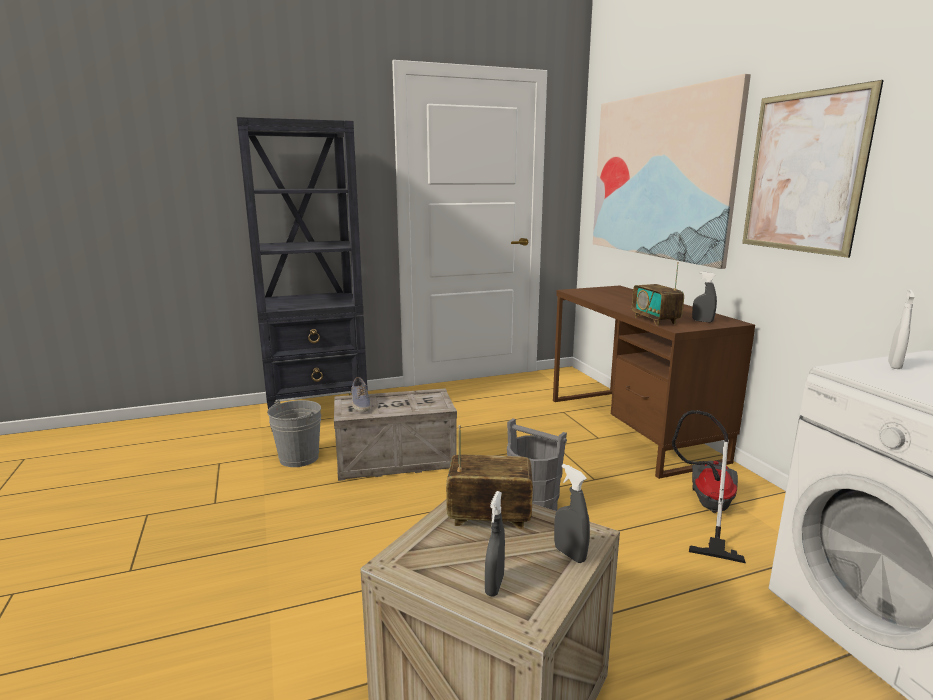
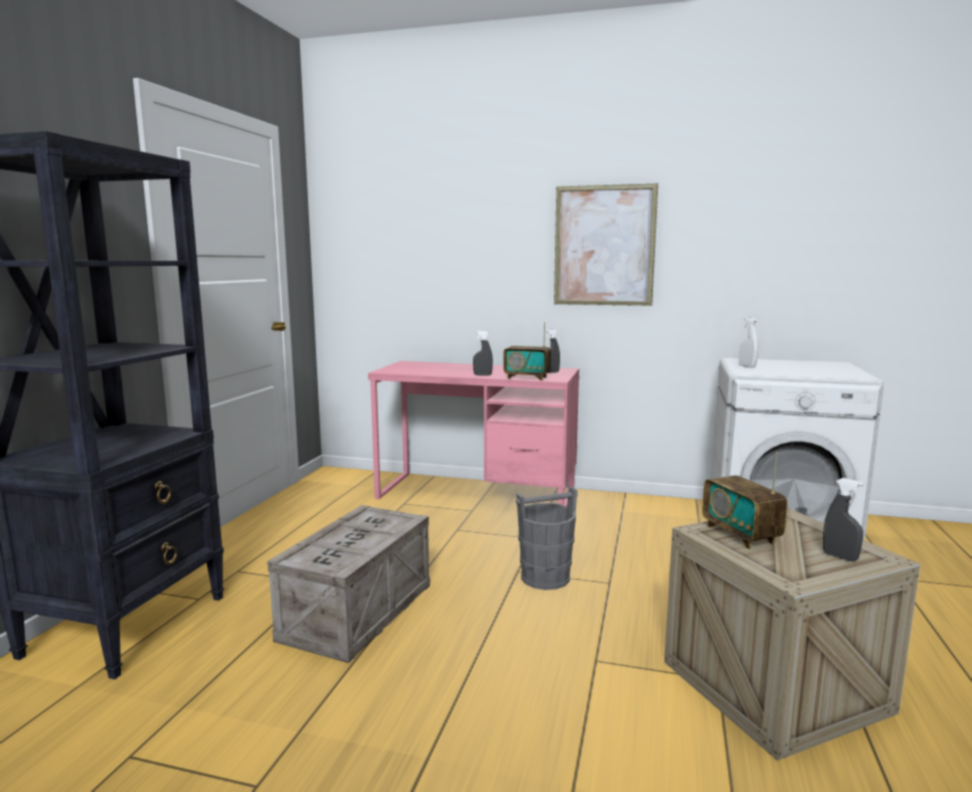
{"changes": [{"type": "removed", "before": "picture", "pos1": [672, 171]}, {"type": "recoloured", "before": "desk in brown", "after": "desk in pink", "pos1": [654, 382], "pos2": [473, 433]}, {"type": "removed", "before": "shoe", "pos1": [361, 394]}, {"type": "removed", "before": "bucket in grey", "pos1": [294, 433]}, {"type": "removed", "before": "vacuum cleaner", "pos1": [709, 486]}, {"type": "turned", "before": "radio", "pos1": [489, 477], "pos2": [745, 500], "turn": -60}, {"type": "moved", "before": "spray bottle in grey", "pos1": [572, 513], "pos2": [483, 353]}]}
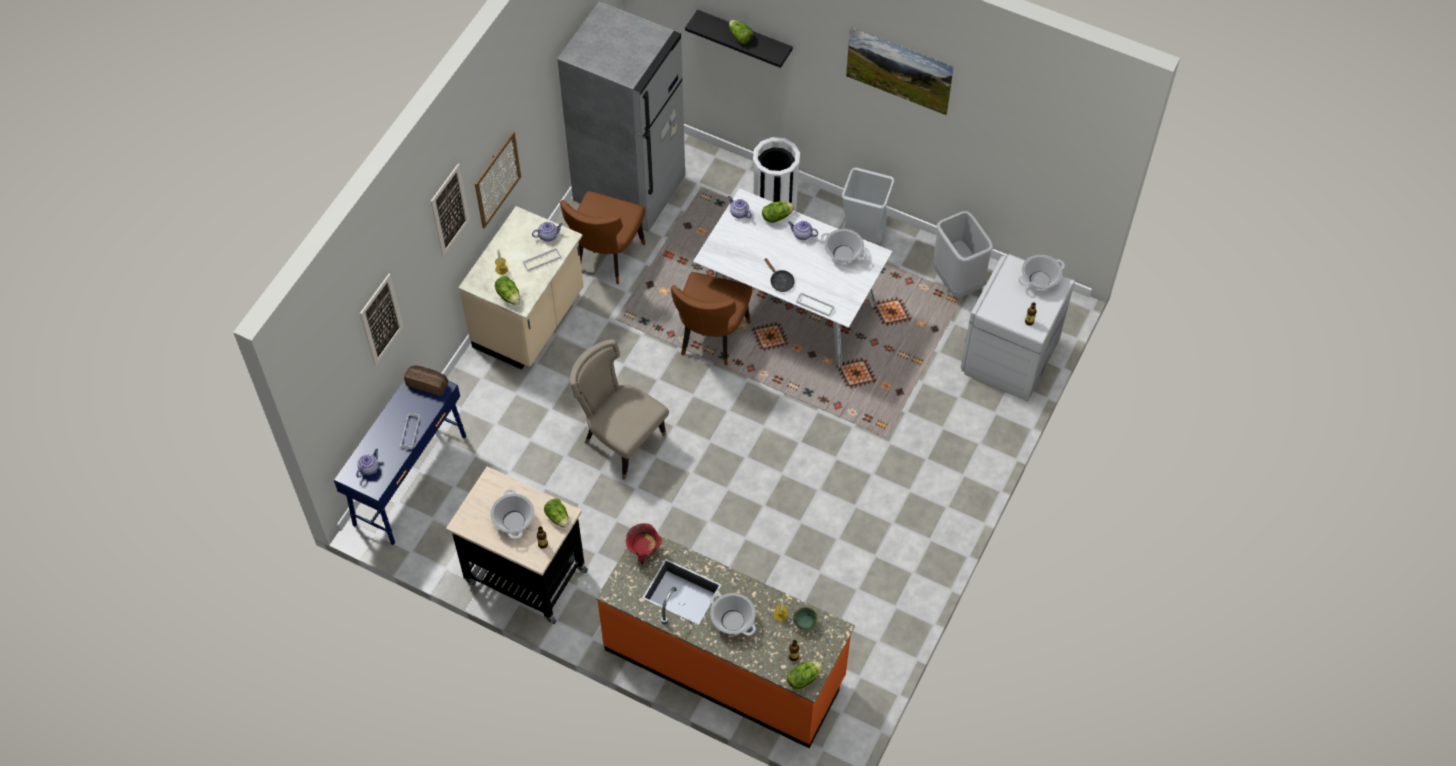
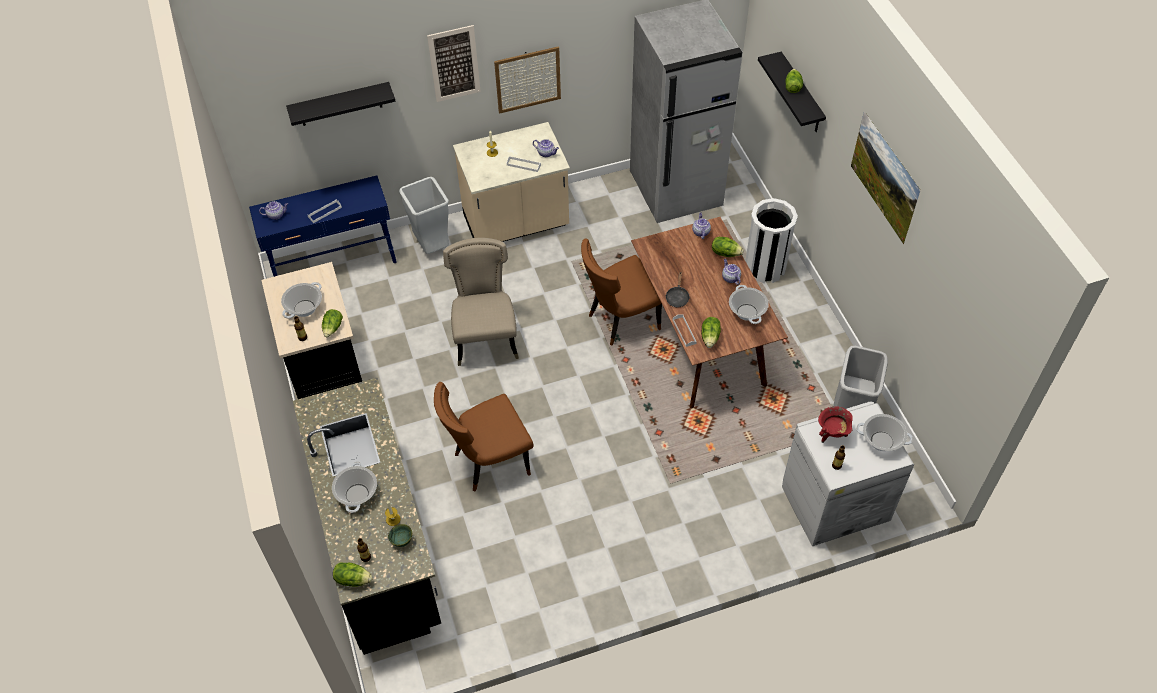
{"changes": [{"type": "moved", "before": "trash can in grey", "pos1": [868, 205], "pos2": [424, 215]}, {"type": "recoloured", "before": "dining table in white", "after": "dining table in brown", "pos1": [792, 278], "pos2": [709, 312]}, {"type": "moved", "before": "chair in brown", "pos1": [603, 237], "pos2": [484, 437]}, {"type": "replaced", "before": "picture", "after": "shelf in black", "pos1": [382, 320], "pos2": [340, 104]}, {"type": "moved", "before": "lettuce", "pos1": [507, 290], "pos2": [711, 332]}, {"type": "removed", "before": "bread", "pos1": [426, 380]}, {"type": "moved", "before": "cooking pot in red", "pos1": [644, 544], "pos2": [835, 424]}, {"type": "recoloured", "before": "counter in orange", "after": "counter in black", "pos1": [725, 641], "pos2": [367, 516]}]}
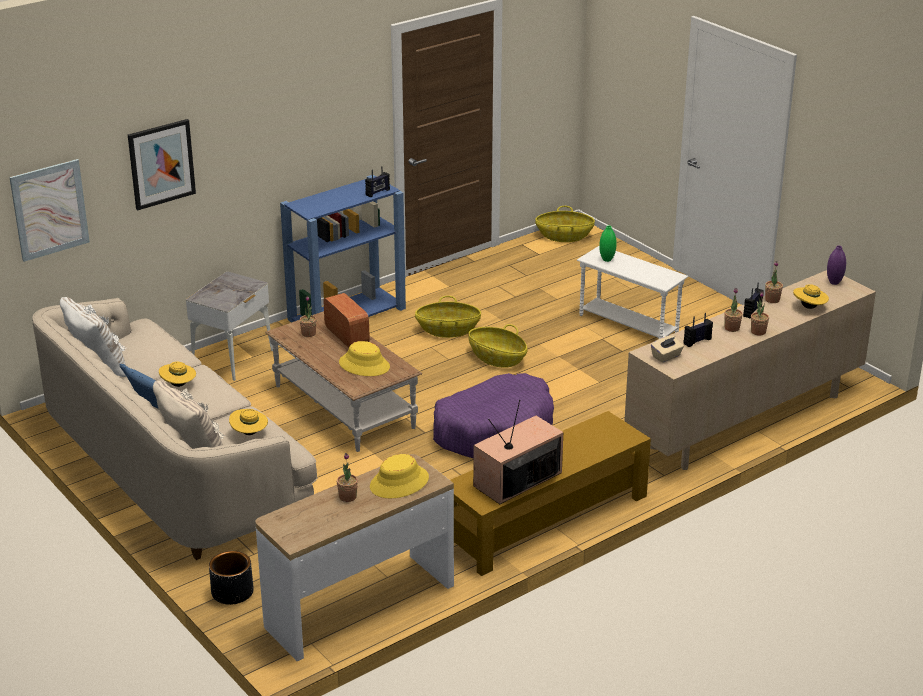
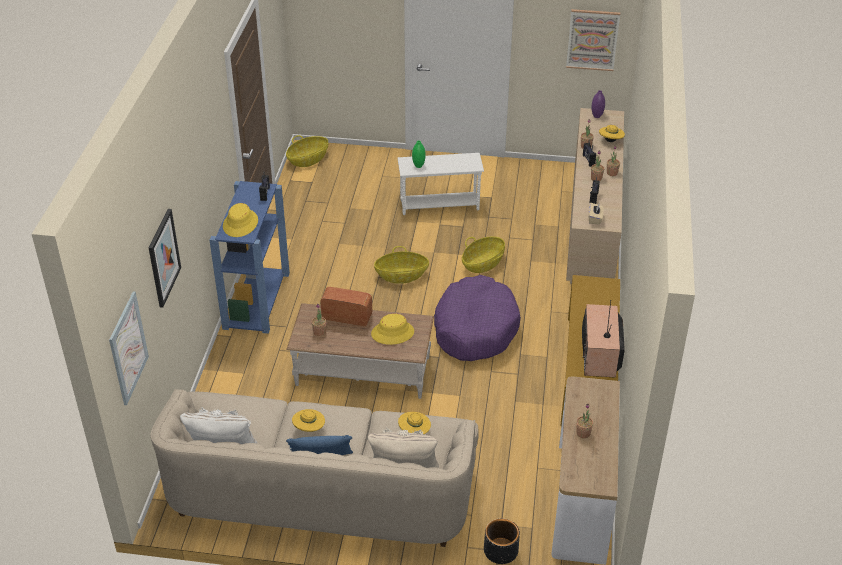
{"changes": [{"type": "removed", "before": "side table", "pos1": [229, 326]}, {"type": "moved", "before": "basket", "pos1": [448, 317], "pos2": [483, 255]}, {"type": "moved", "before": "hat in yellow", "pos1": [399, 476], "pos2": [240, 220]}, {"type": "added", "after": "picture", "pos2": [593, 40]}]}
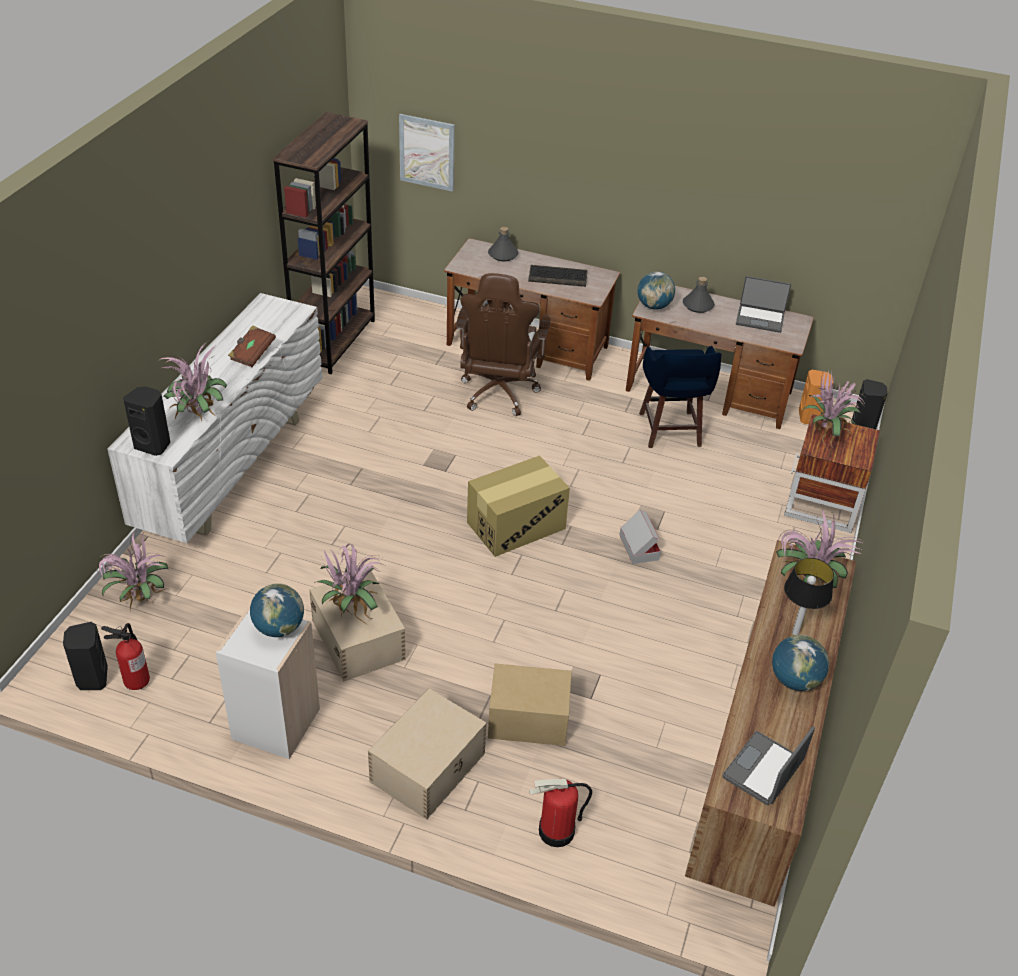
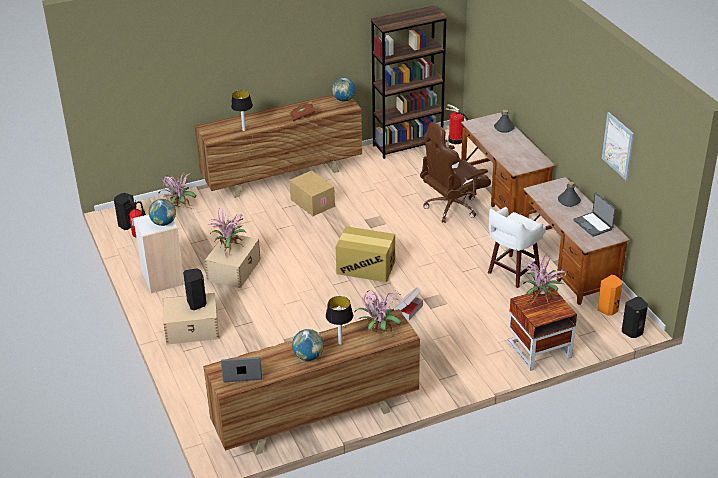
{"changes": [{"type": "moved", "before": "picture", "pos1": [427, 153], "pos2": [618, 146]}, {"type": "removed", "before": "keyboard", "pos1": [558, 276]}, {"type": "moved", "before": "globe", "pos1": [656, 290], "pos2": [344, 89]}, {"type": "recoloured", "before": "cabinet in white", "after": "cabinet in brown", "pos1": [214, 418], "pos2": [278, 146]}, {"type": "replaced", "before": "potted plant", "after": "table lamp", "pos1": [192, 381], "pos2": [242, 110]}, {"type": "recoloured", "before": "stool in blue", "after": "stool in white", "pos1": [680, 397], "pos2": [517, 247]}, {"type": "moved", "before": "speaker in black", "pos1": [147, 421], "pos2": [195, 289]}, {"type": "moved", "before": "cardboard box", "pos1": [530, 705], "pos2": [312, 193]}, {"type": "moved", "before": "fire extinguisher", "pos1": [560, 813], "pos2": [457, 124]}]}
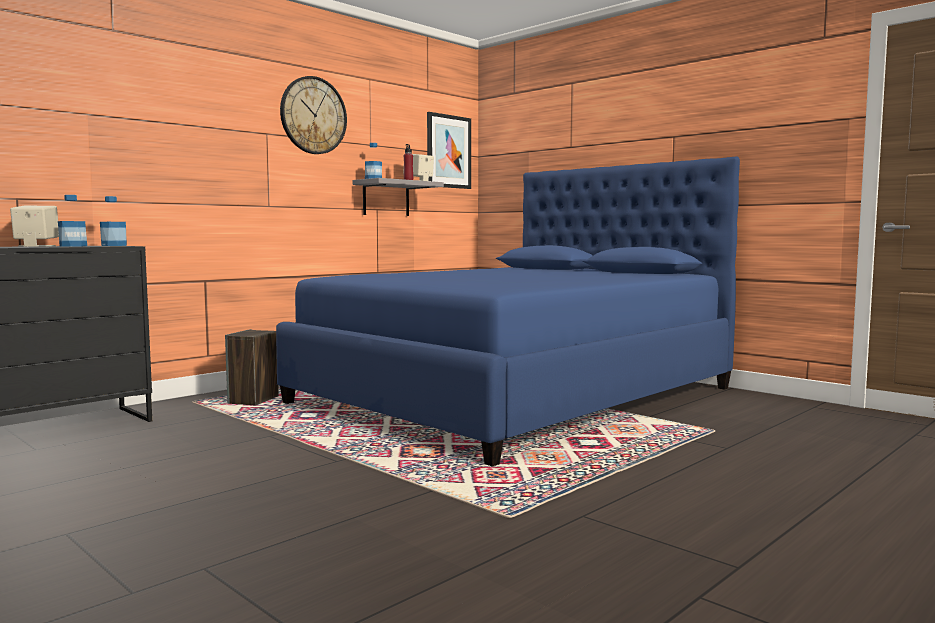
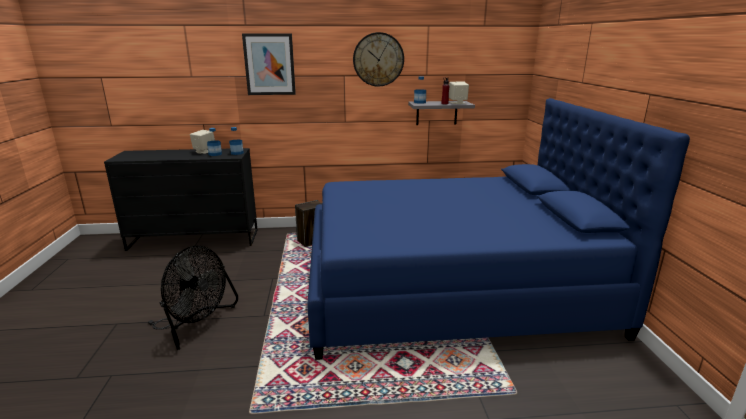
{"changes": [{"type": "moved", "before": "picture", "pos1": [449, 150], "pos2": [269, 64]}, {"type": "added", "after": "fan in black", "pos2": [193, 298]}]}
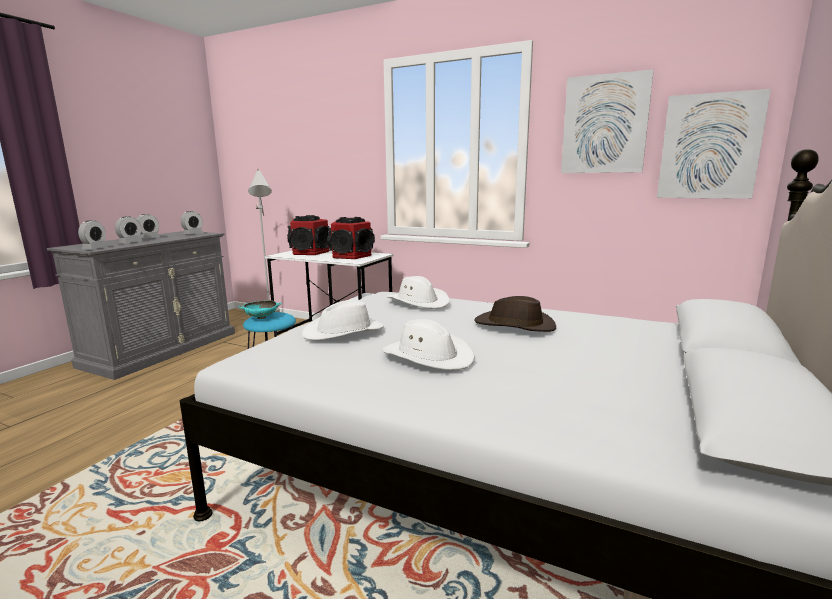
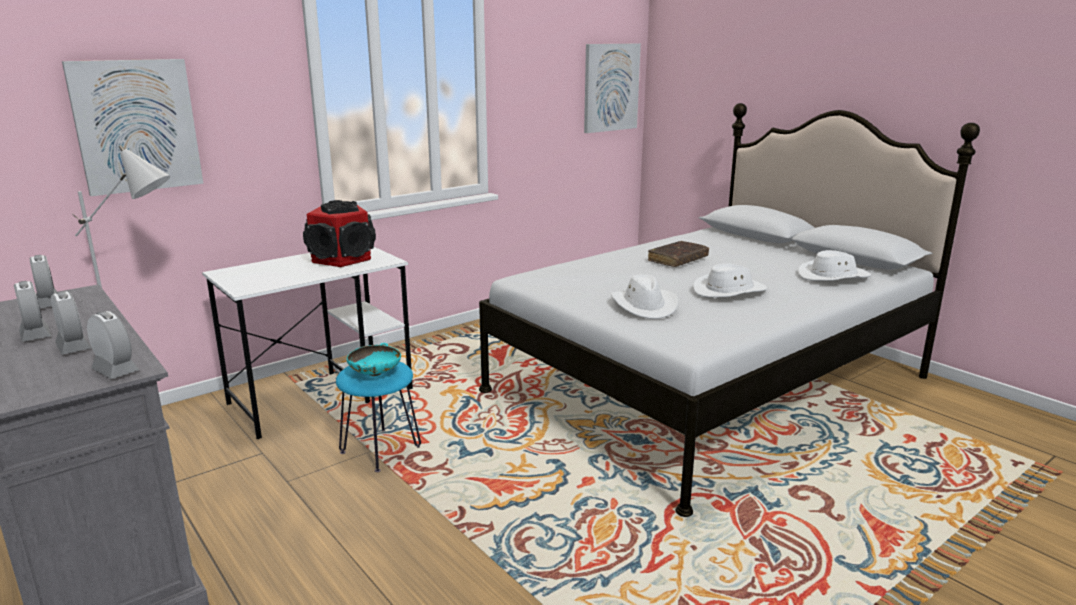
{"changes": [{"type": "moved", "before": "picture", "pos1": [607, 121], "pos2": [132, 127]}, {"type": "removed", "before": "speaker", "pos1": [308, 235]}, {"type": "moved", "before": "hat in white", "pos1": [418, 292], "pos2": [834, 265]}, {"type": "replaced", "before": "hat in brown", "after": "book in brown", "pos1": [515, 314], "pos2": [678, 254]}]}
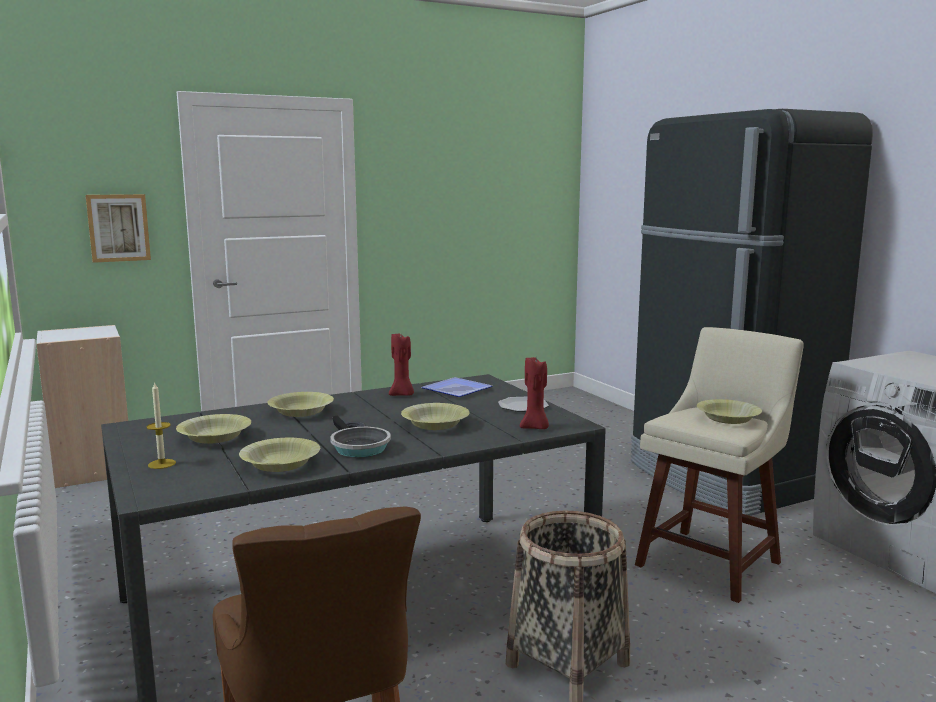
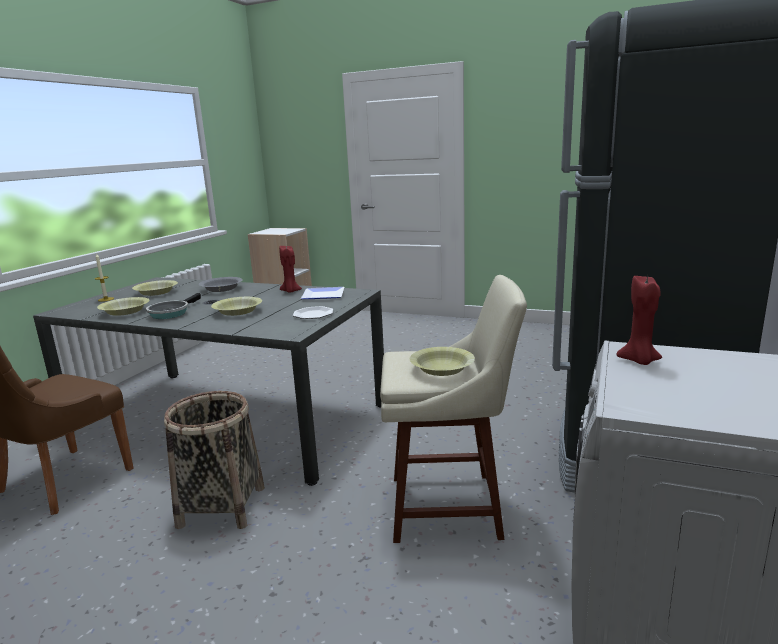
{"changes": [{"type": "removed", "before": "picture", "pos1": [118, 228]}, {"type": "moved", "before": "candle in red", "pos1": [534, 392], "pos2": [639, 320]}, {"type": "recoloured", "before": "bowl in yellow", "after": "bowl in grey", "pos1": [300, 404], "pos2": [221, 284]}]}
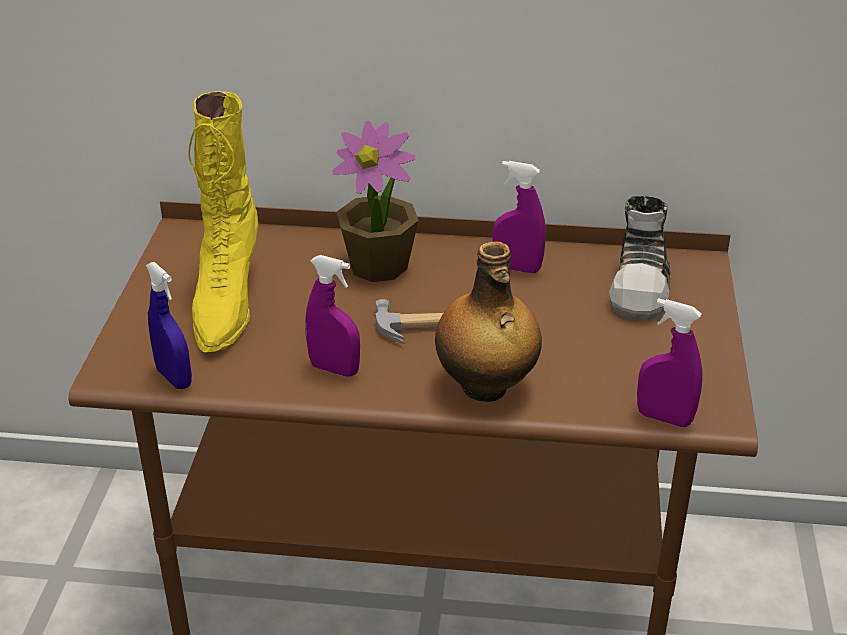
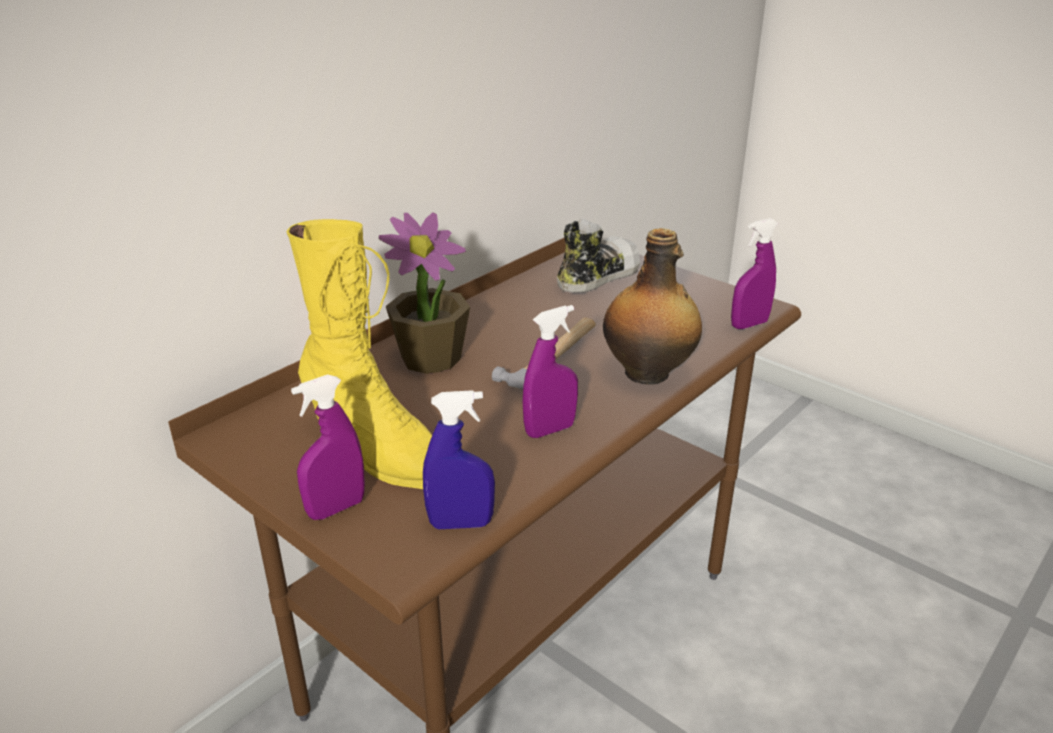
{"changes": [{"type": "moved", "before": "spray bottle in purple", "pos1": [519, 217], "pos2": [328, 447]}, {"type": "turned", "before": "shoe", "pos1": [640, 258], "pos2": [598, 256], "turn": -90}]}
